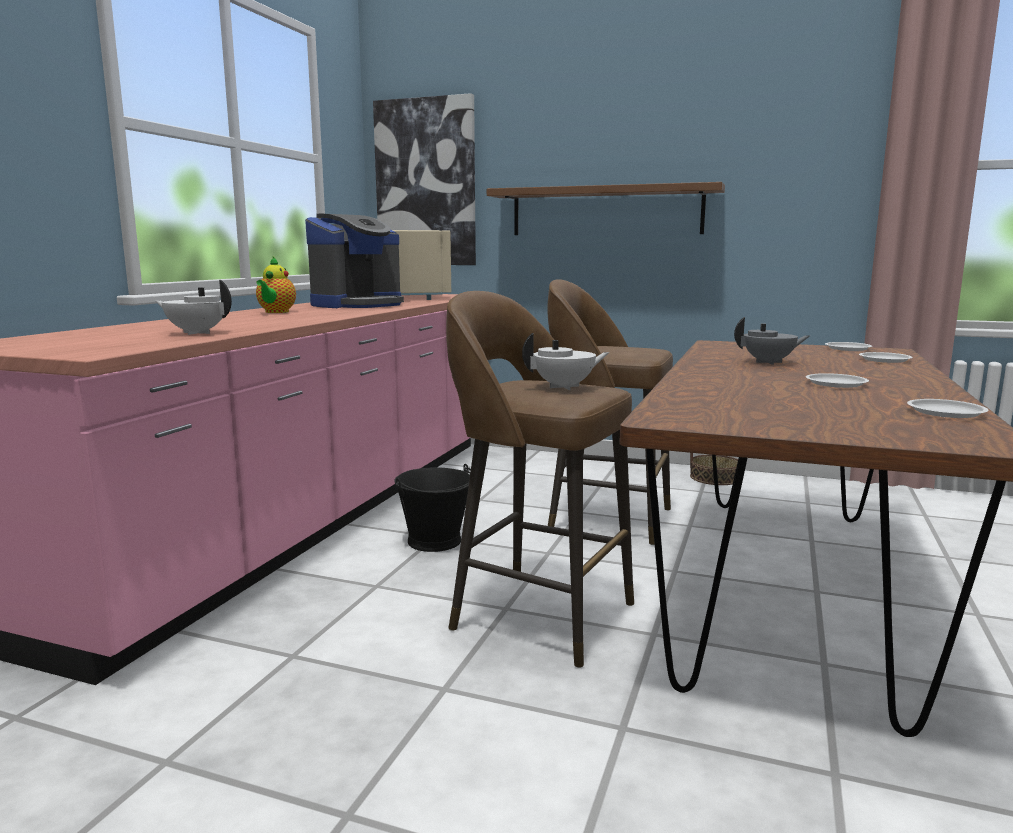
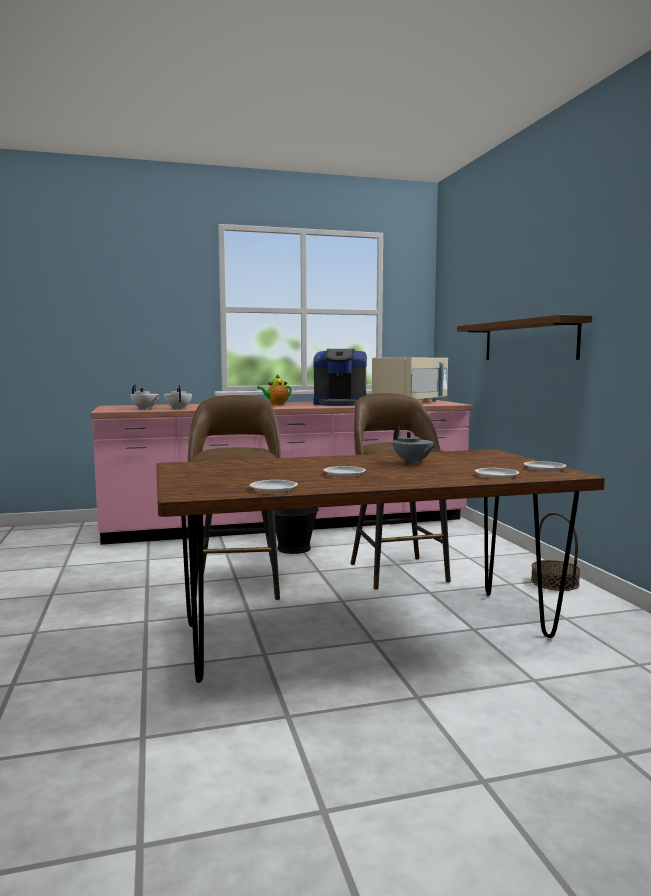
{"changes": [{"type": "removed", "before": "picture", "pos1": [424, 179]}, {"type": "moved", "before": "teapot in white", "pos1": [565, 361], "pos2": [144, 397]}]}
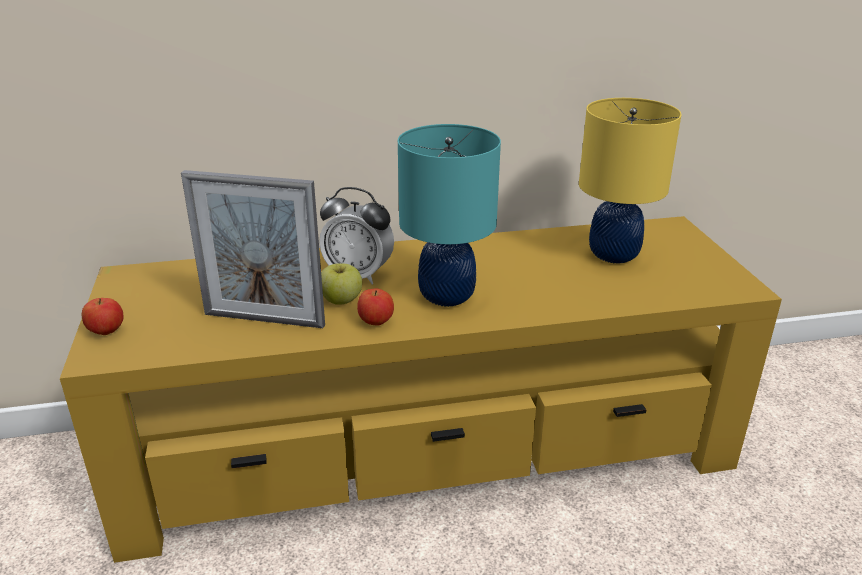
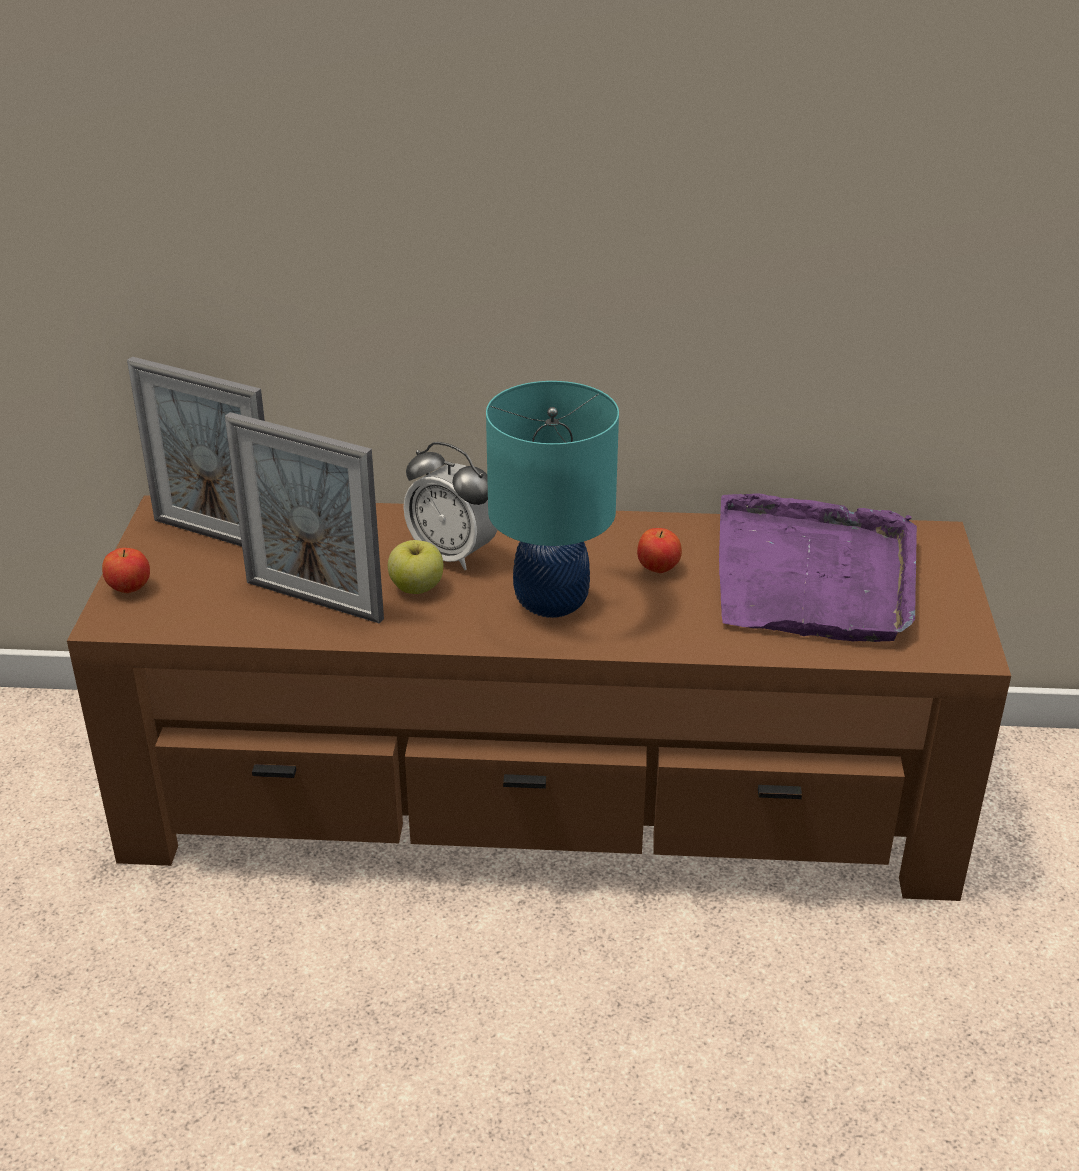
{"changes": [{"type": "replaced", "before": "table lamp in yellow", "after": "tray in purple", "pos1": [630, 181], "pos2": [818, 568]}, {"type": "recoloured", "before": "tv stand in yellow", "after": "tv stand in brown", "pos1": [421, 389], "pos2": [539, 698]}, {"type": "moved", "before": "apple", "pos1": [375, 307], "pos2": [659, 550]}, {"type": "added", "after": "picture frame", "pos2": [196, 451]}]}
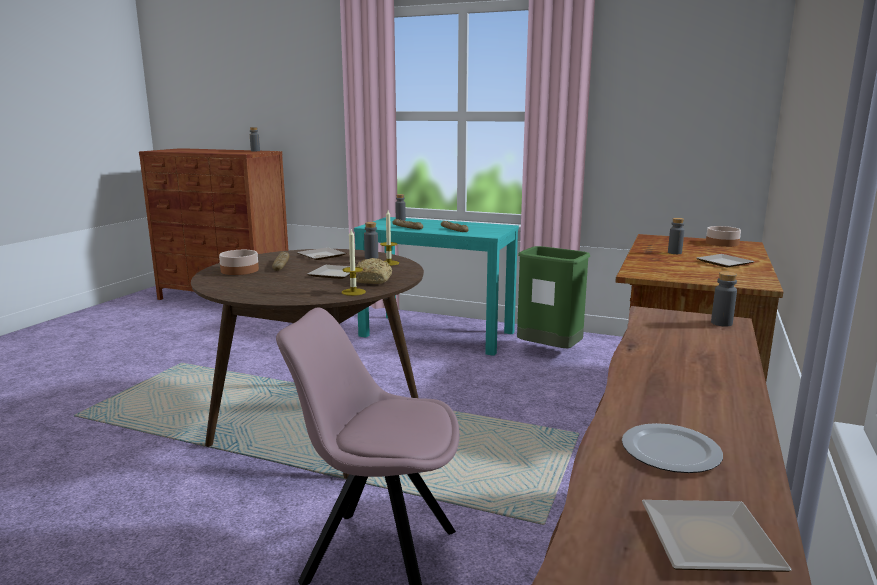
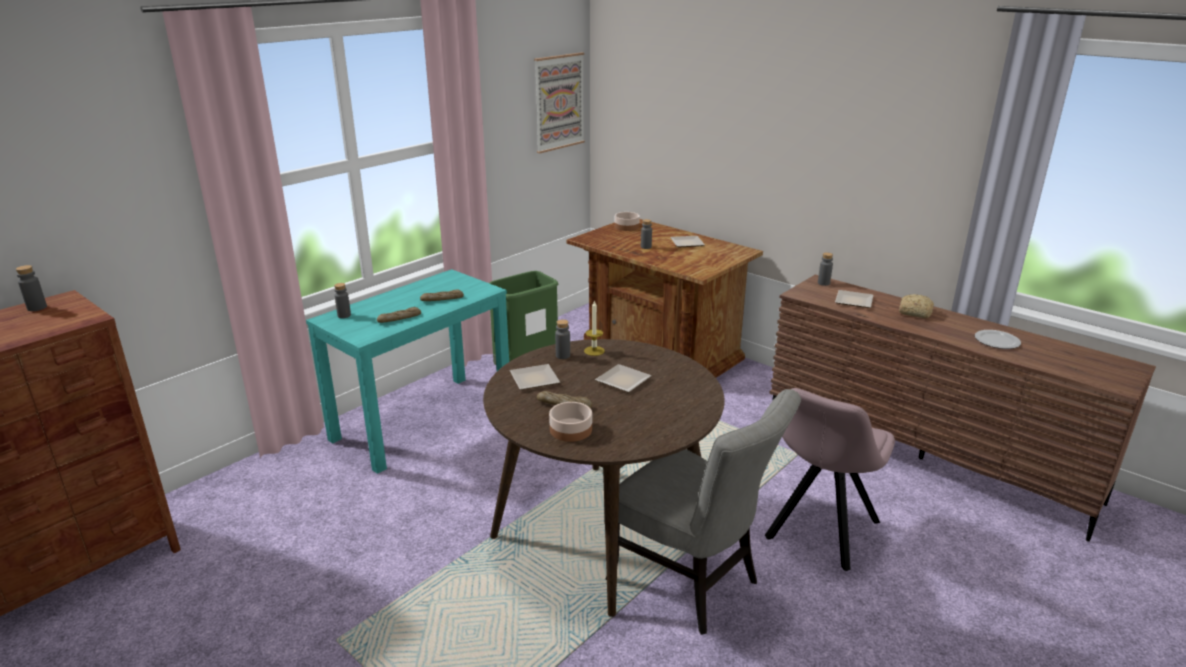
{"changes": [{"type": "removed", "before": "candle", "pos1": [354, 262]}, {"type": "moved", "before": "bread", "pos1": [374, 271], "pos2": [916, 306]}, {"type": "moved", "before": "plate", "pos1": [717, 536], "pos2": [854, 299]}, {"type": "added", "after": "picture", "pos2": [559, 102]}, {"type": "added", "after": "chair in grey", "pos2": [703, 512]}]}
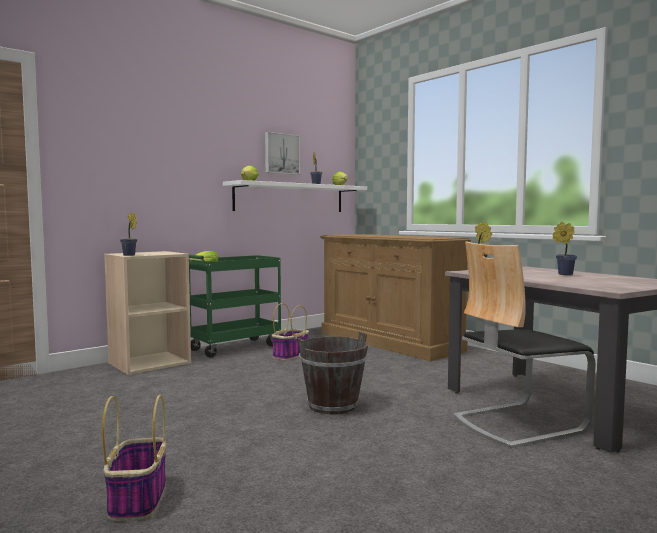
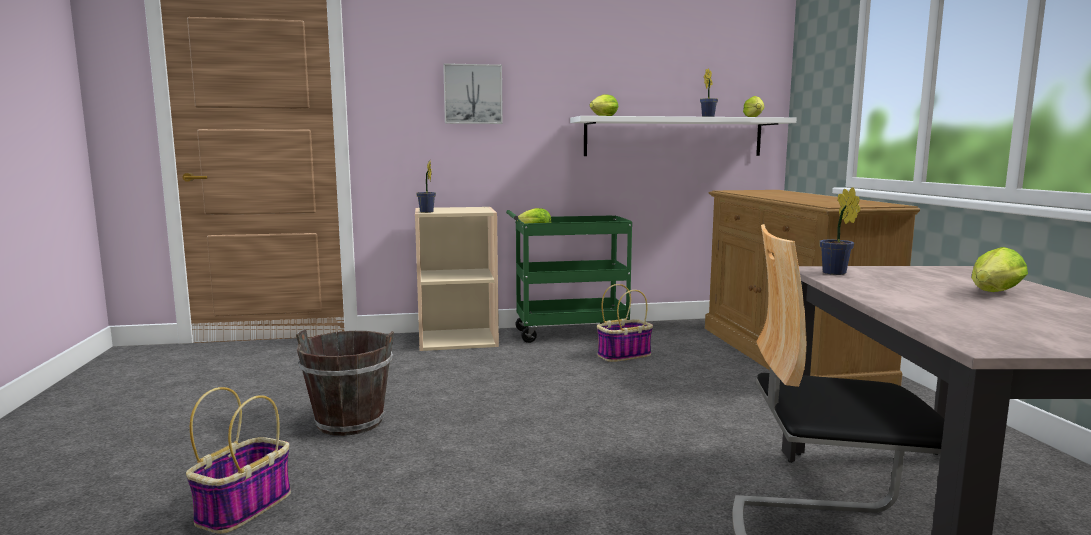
{"changes": [{"type": "moved", "before": "picture", "pos1": [282, 153], "pos2": [473, 93]}, {"type": "replaced", "before": "potted plant", "after": "lettuce", "pos1": [565, 248], "pos2": [1000, 269]}, {"type": "moved", "before": "bucket in brown", "pos1": [333, 373], "pos2": [345, 382]}]}
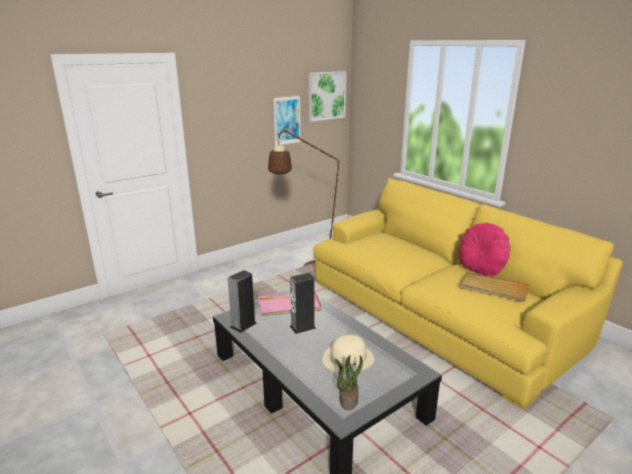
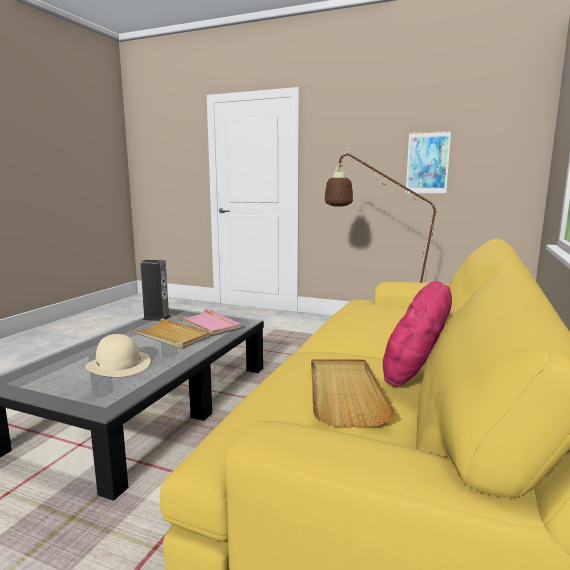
{"changes": [{"type": "removed", "before": "picture", "pos1": [327, 96]}, {"type": "replaced", "before": "speaker", "after": "tray in beige", "pos1": [303, 303], "pos2": [169, 333]}, {"type": "removed", "before": "potted plant", "pos1": [349, 382]}]}
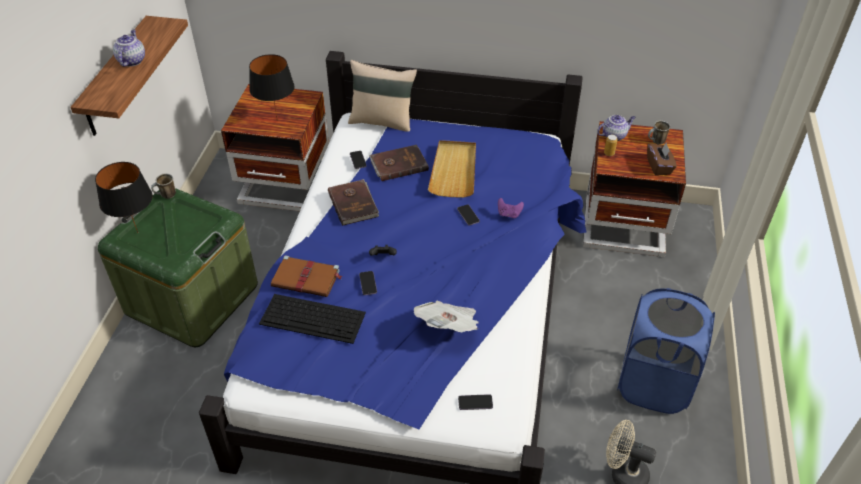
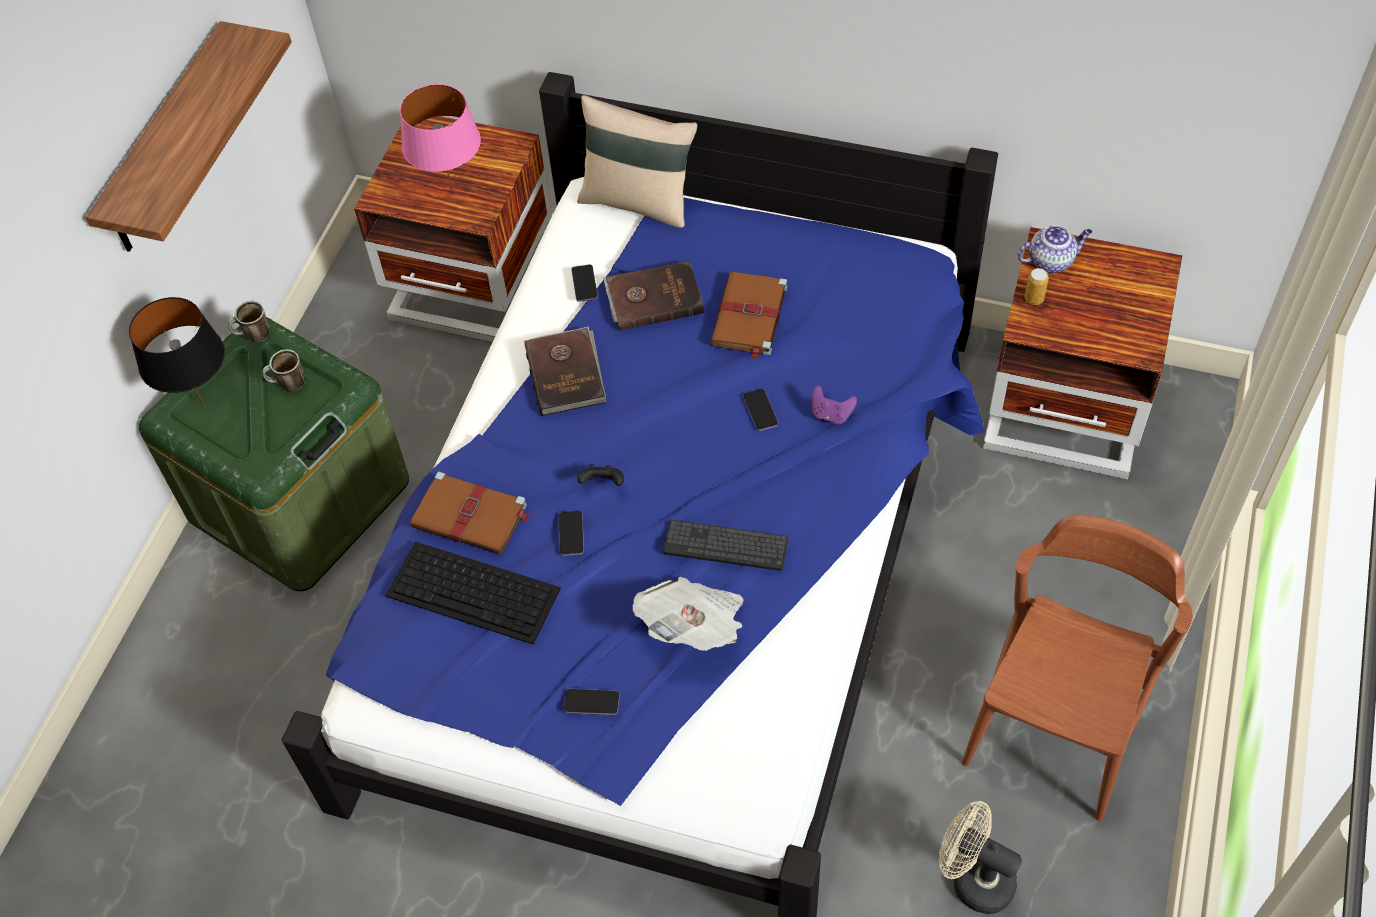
{"changes": [{"type": "removed", "before": "teapot", "pos1": [129, 48]}, {"type": "recoloured", "before": "table lamp in black", "after": "table lamp in pink", "pos1": [272, 87], "pos2": [440, 139]}, {"type": "moved", "before": "mug", "pos1": [659, 133], "pos2": [283, 370]}, {"type": "replaced", "before": "tray in beige", "after": "book in brown", "pos1": [452, 169], "pos2": [748, 316]}, {"type": "removed", "before": "tissue box in brown", "pos1": [662, 159]}, {"type": "replaced", "before": "laundry basket in blue", "after": "chair in brown", "pos1": [666, 351], "pos2": [1077, 667]}, {"type": "moved", "before": "phone", "pos1": [475, 402], "pos2": [592, 702]}, {"type": "added", "after": "keyboard", "pos2": [726, 545]}]}
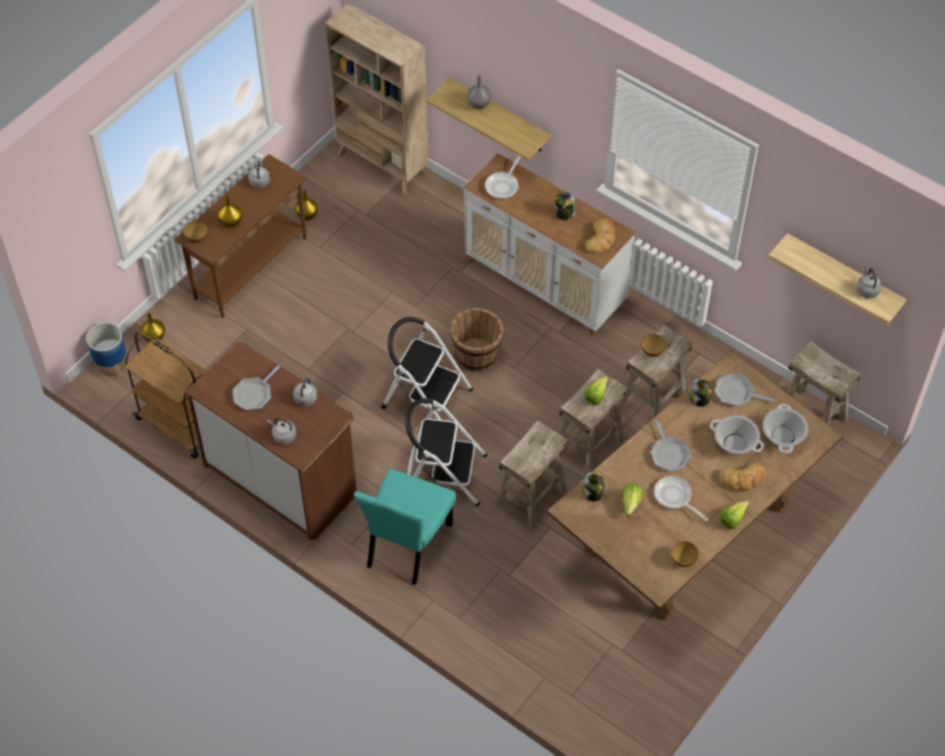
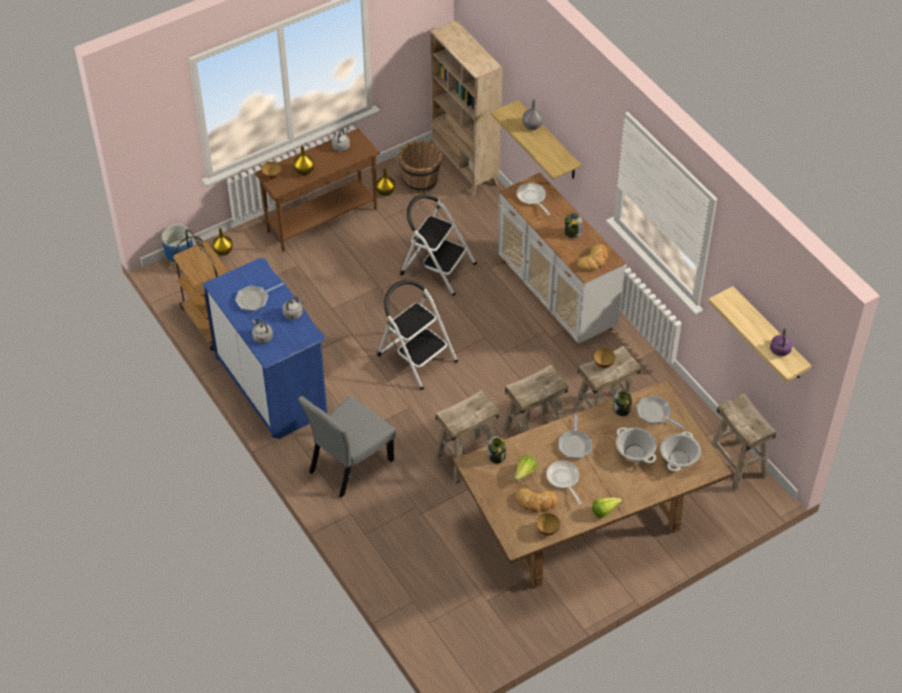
{"changes": [{"type": "turned", "before": "frying pan", "pos1": [503, 177], "pos2": [533, 199], "turn": 105}, {"type": "recoloured", "before": "kettle in grey", "after": "kettle in purple", "pos1": [869, 283], "pos2": [781, 342]}, {"type": "moved", "before": "bucket in brown", "pos1": [477, 340], "pos2": [420, 167]}, {"type": "recoloured", "before": "dresser in brown", "after": "dresser in blue", "pos1": [271, 441], "pos2": [265, 348]}, {"type": "removed", "before": "lettuce", "pos1": [596, 390]}, {"type": "moved", "before": "step ladder", "pos1": [446, 452], "pos2": [438, 245]}, {"type": "moved", "before": "bread", "pos1": [742, 476], "pos2": [537, 500]}, {"type": "recoloured", "before": "chair in turquoise", "after": "chair in grey", "pos1": [405, 526], "pos2": [347, 447]}]}
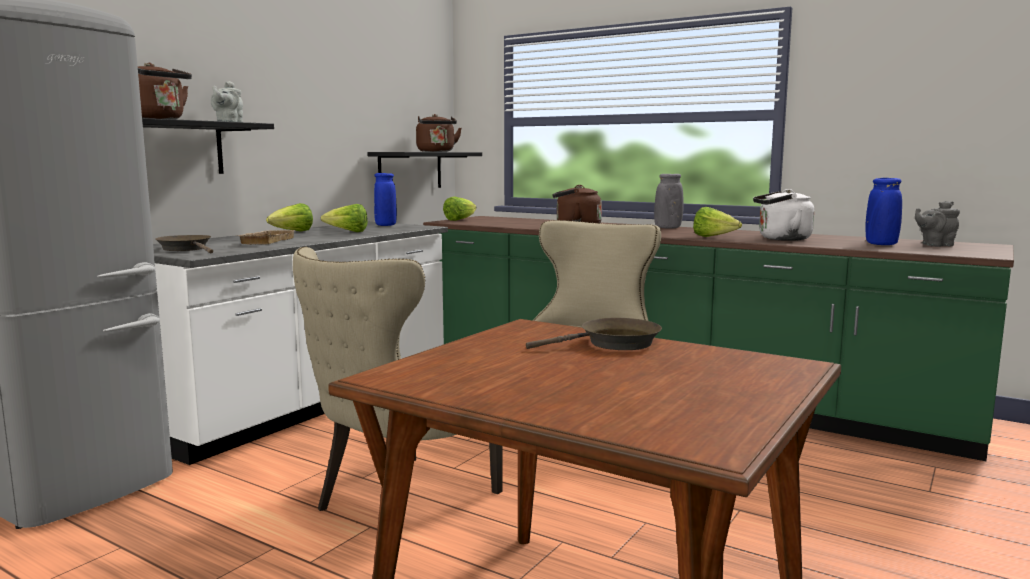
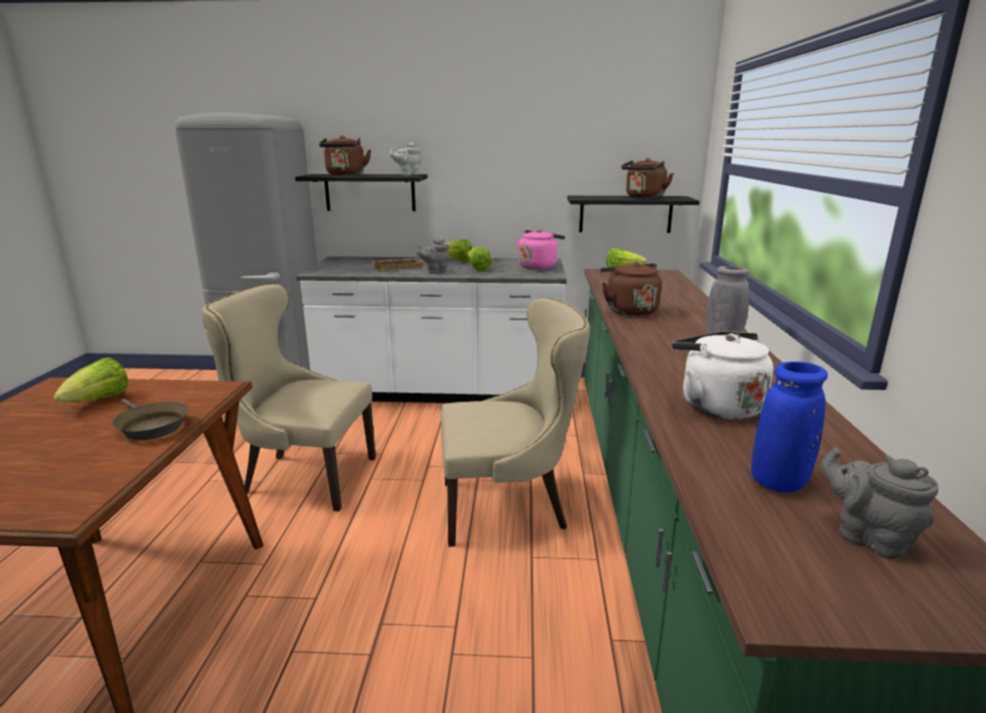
{"changes": [{"type": "replaced", "before": "vase in blue", "after": "kettle in pink", "pos1": [385, 199], "pos2": [540, 249]}, {"type": "moved", "before": "lettuce", "pos1": [717, 222], "pos2": [91, 380]}, {"type": "removed", "before": "frying pan in brown", "pos1": [184, 244]}, {"type": "added", "after": "teapot in grey", "pos2": [433, 256]}]}
